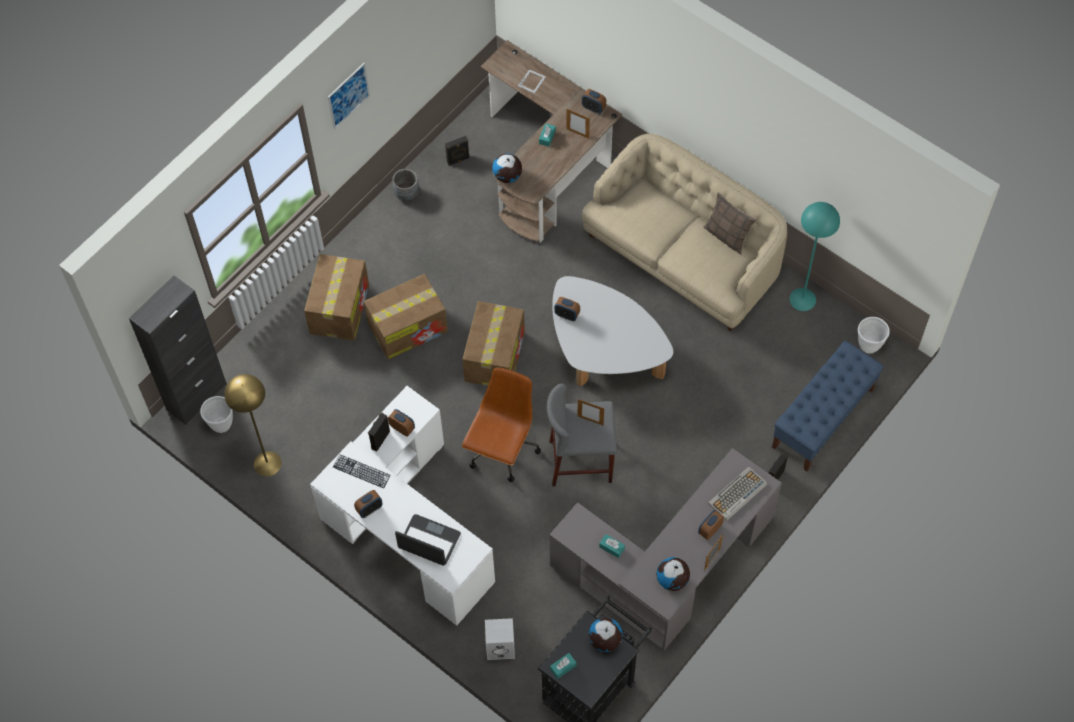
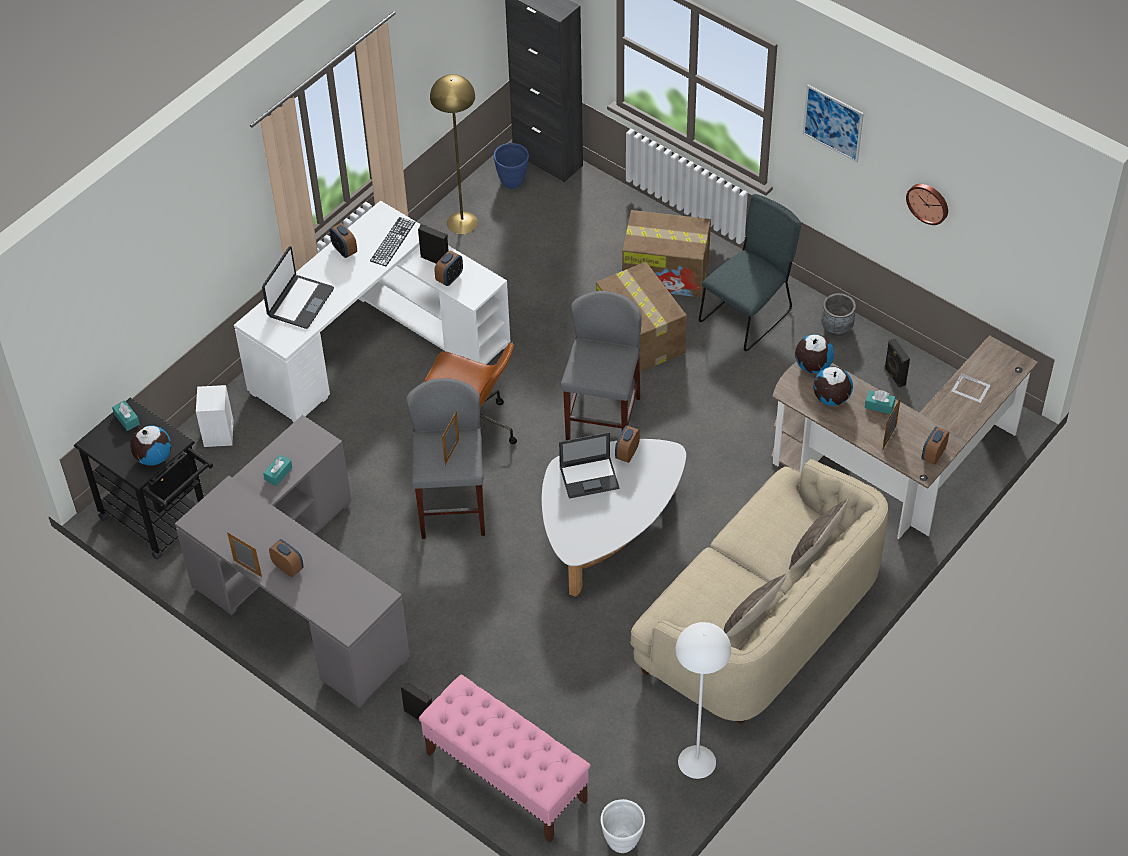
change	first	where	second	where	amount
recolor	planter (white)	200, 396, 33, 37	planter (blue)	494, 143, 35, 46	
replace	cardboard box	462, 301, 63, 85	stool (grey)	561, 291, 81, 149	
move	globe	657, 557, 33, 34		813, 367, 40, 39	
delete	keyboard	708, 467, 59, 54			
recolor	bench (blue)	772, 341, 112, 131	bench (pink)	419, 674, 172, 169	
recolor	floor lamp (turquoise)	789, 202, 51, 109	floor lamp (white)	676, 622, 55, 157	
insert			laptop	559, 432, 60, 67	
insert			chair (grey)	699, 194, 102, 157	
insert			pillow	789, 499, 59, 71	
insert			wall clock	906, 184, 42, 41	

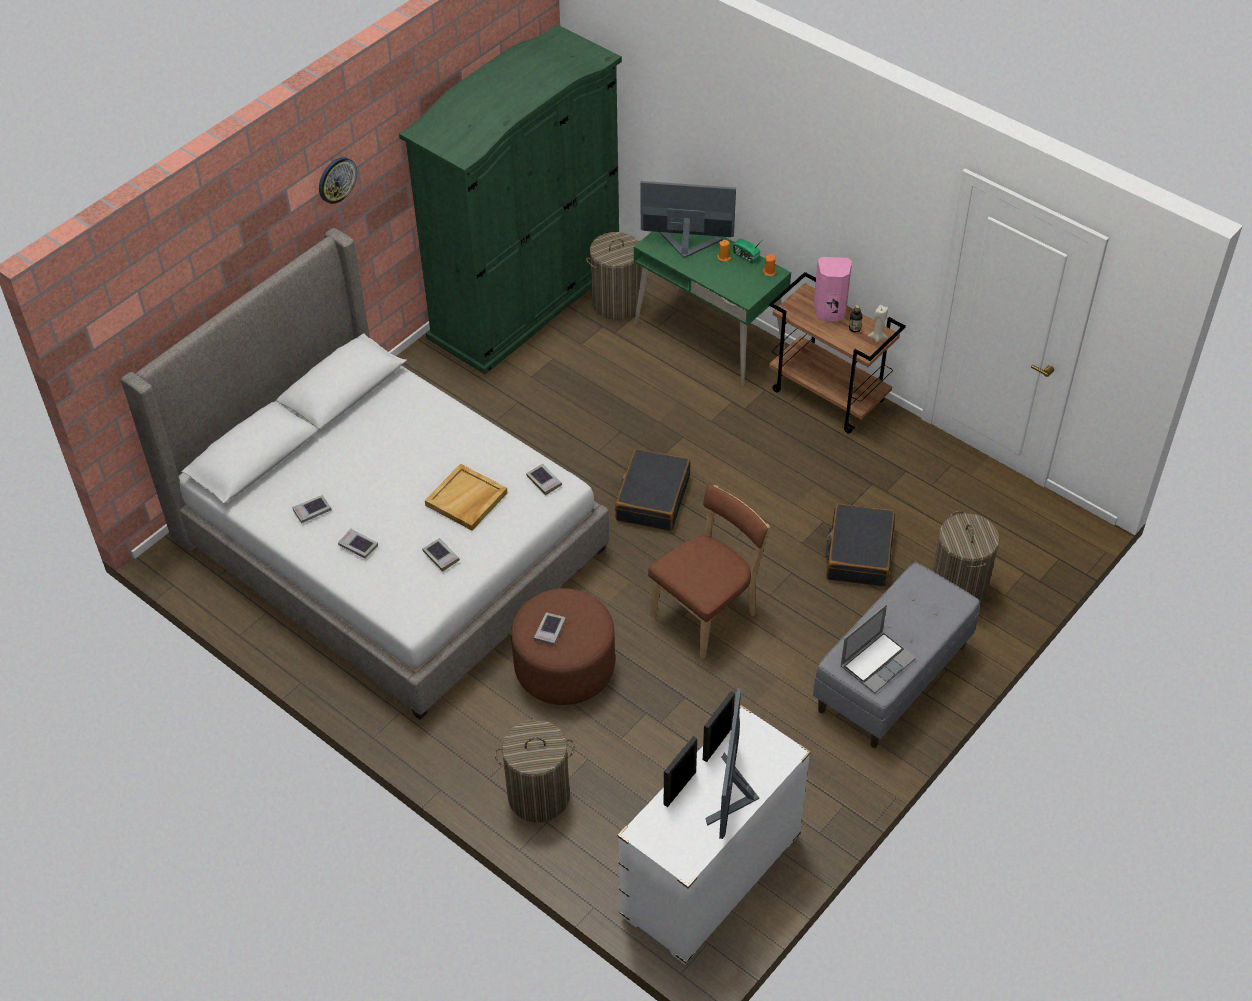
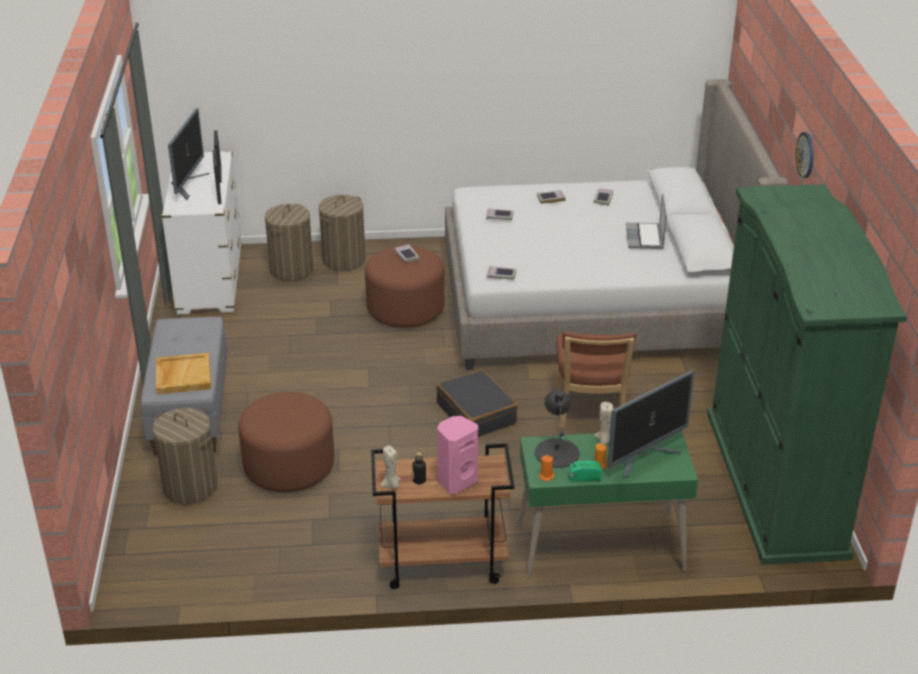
change	first	where	second	where	amount
move	tray (beige)	425, 464, 83, 67		156, 353, 55, 42	
move	laundry basket	586, 232, 55, 88		265, 204, 48, 77	
move	chair (brown)	648, 485, 122, 174		556, 332, 80, 97	
rotate	monitor	705, 688, 54, 151		168, 108, 42, 92	45 degrees clockwise
replace	suitcase (black)	825, 504, 70, 83	ottoman (brown)	238, 392, 96, 100	
move	laptop	840, 604, 76, 90		626, 193, 41, 56	
insert			table lamp (black)	535, 390, 44, 78	
insert			candle (beige)	594, 402, 19, 43	

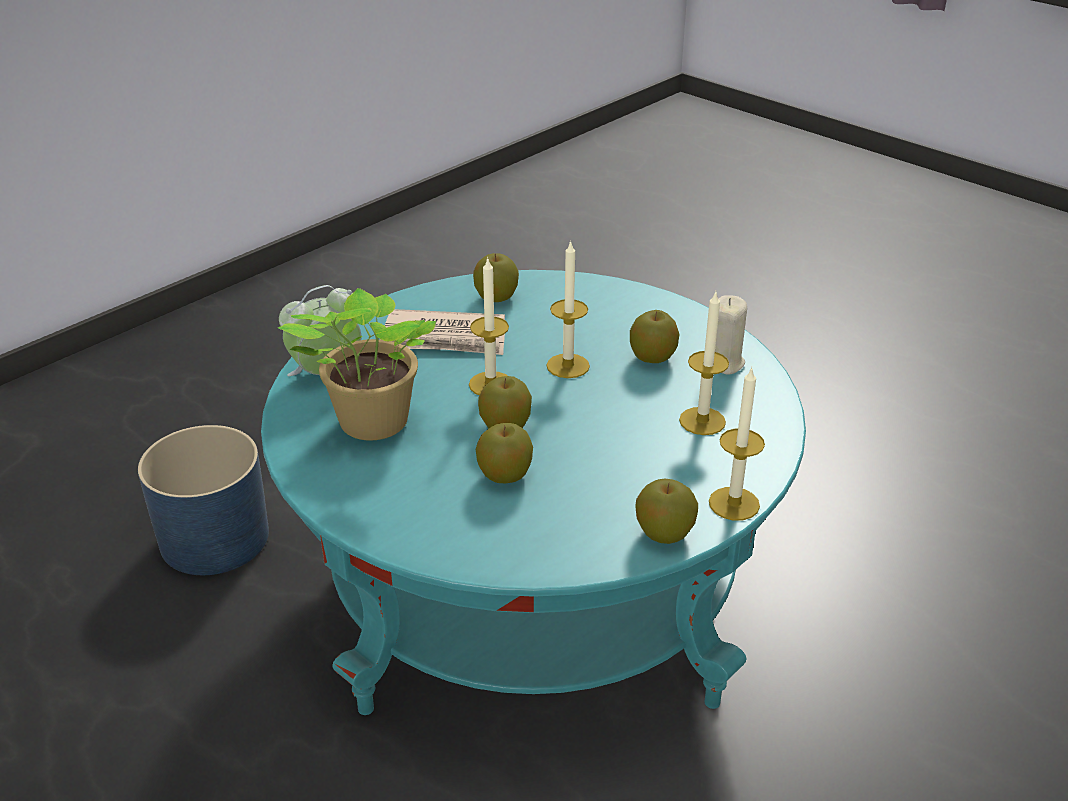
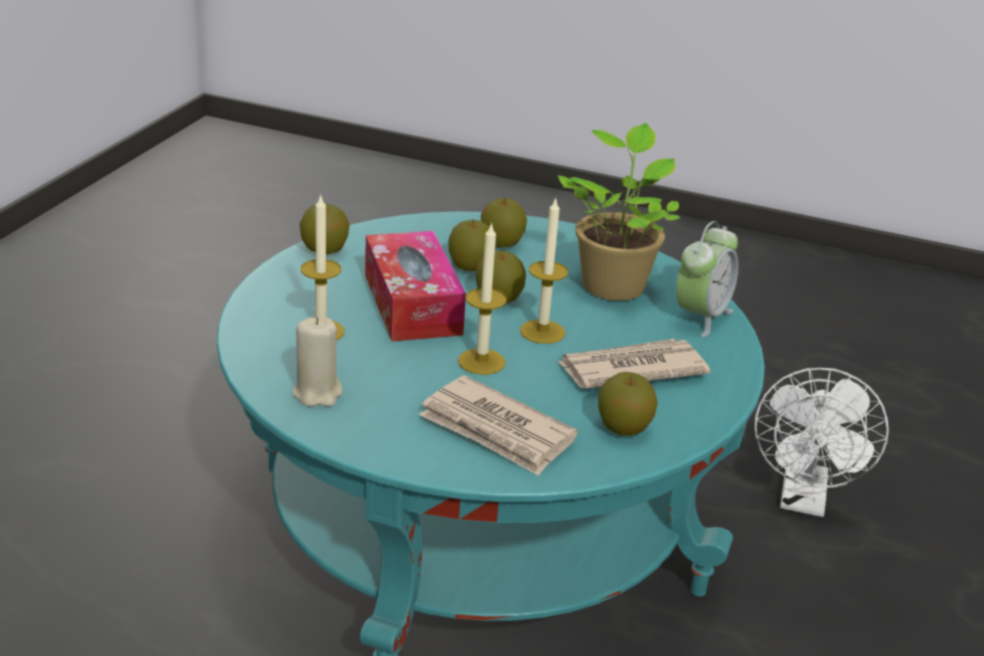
change	first	where	second	where	amount
replace	planter (blue)	138, 425, 131, 150	fan (white)	755, 368, 134, 149	
move	apple	630, 310, 50, 53		481, 198, 46, 50	
delete	candle	709, 367, 56, 153			
insert			tissue box	365, 231, 101, 110	
insert			newspaper	419, 375, 159, 101	

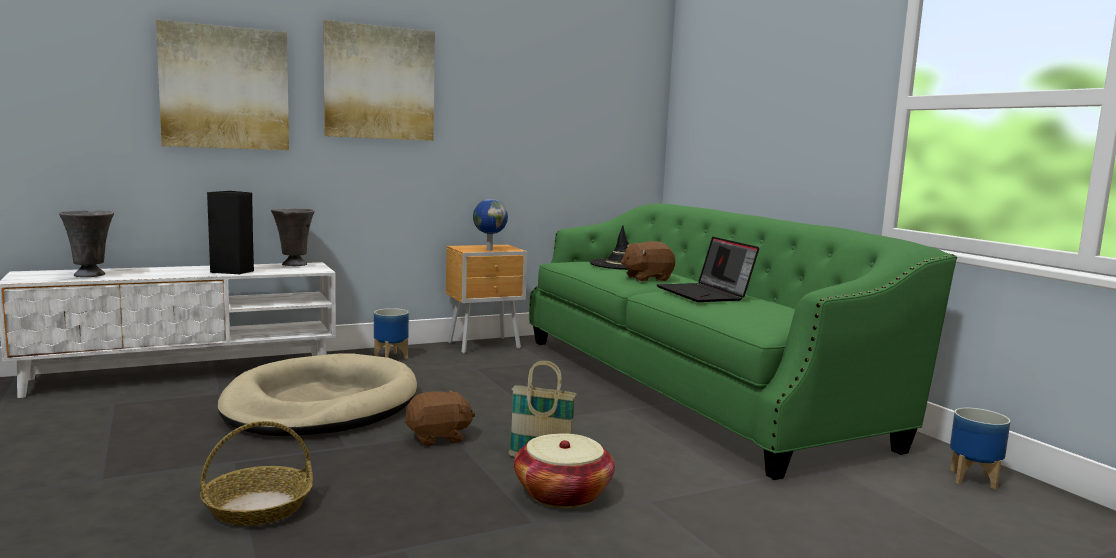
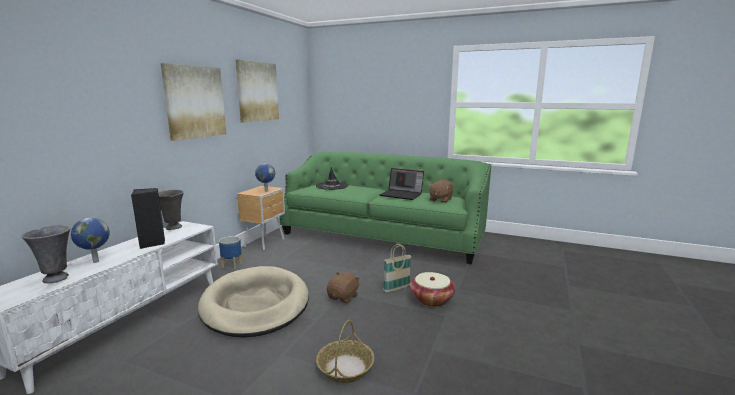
change	first	where	second	where	amount
move	picture	156, 20, 133, 130		236, 59, 43, 63	
move	plush toy (brown)	621, 241, 54, 40		428, 180, 25, 23	
delete	planter	950, 408, 61, 82			
insert			globe	71, 218, 39, 45	

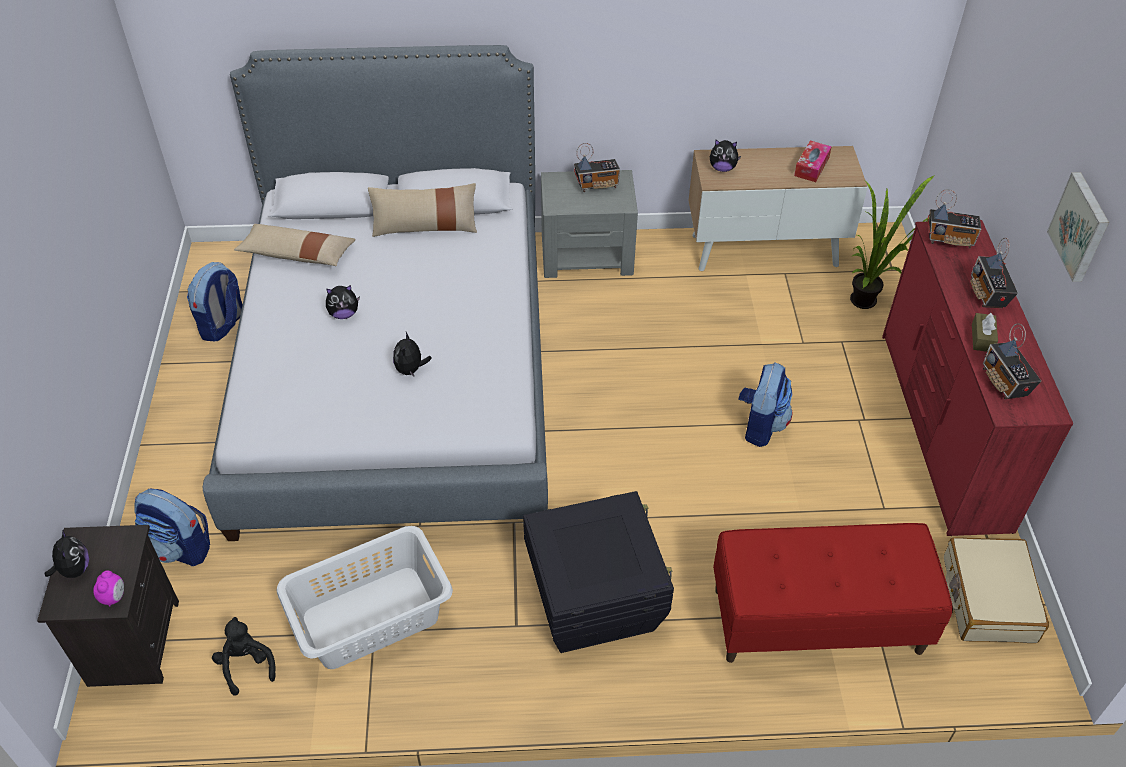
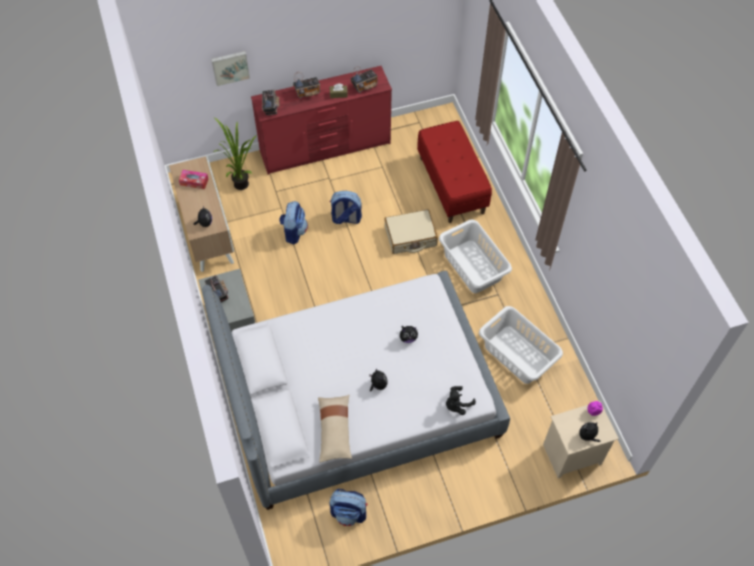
change	first	where	second	where	amount
recolor	nightstand (black)	37, 525, 142, 162	nightstand (beige)	543, 401, 76, 77	
move	backpack	134, 489, 76, 77		279, 201, 29, 43	
move	plush toy (black)	212, 617, 64, 79		446, 386, 30, 29	
delete	pillow (beige)	368, 183, 109, 54			
replace	storage box (black)	523, 491, 151, 162	laundry basket (white)	439, 219, 73, 74	
move	suitcase (beige)	944, 537, 105, 106		384, 209, 54, 45	
move	picture	1047, 172, 62, 110		211, 51, 39, 35	

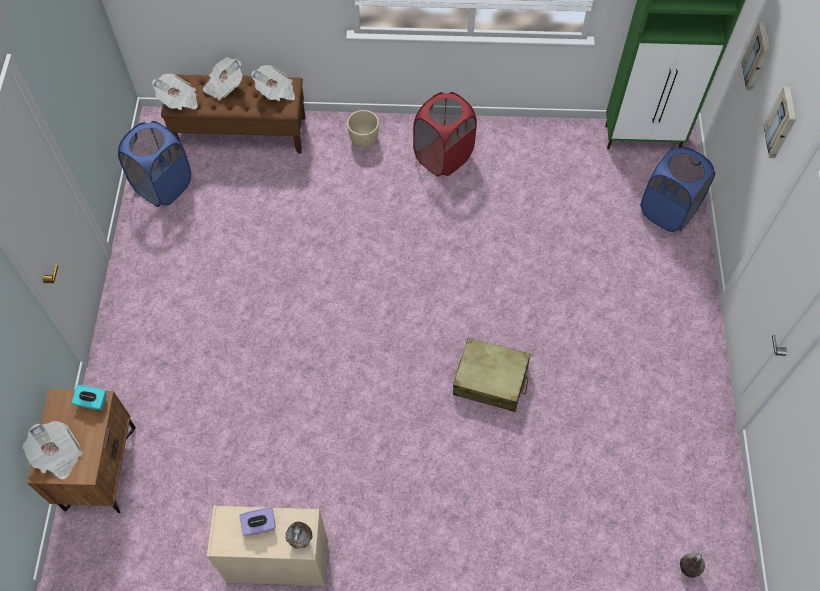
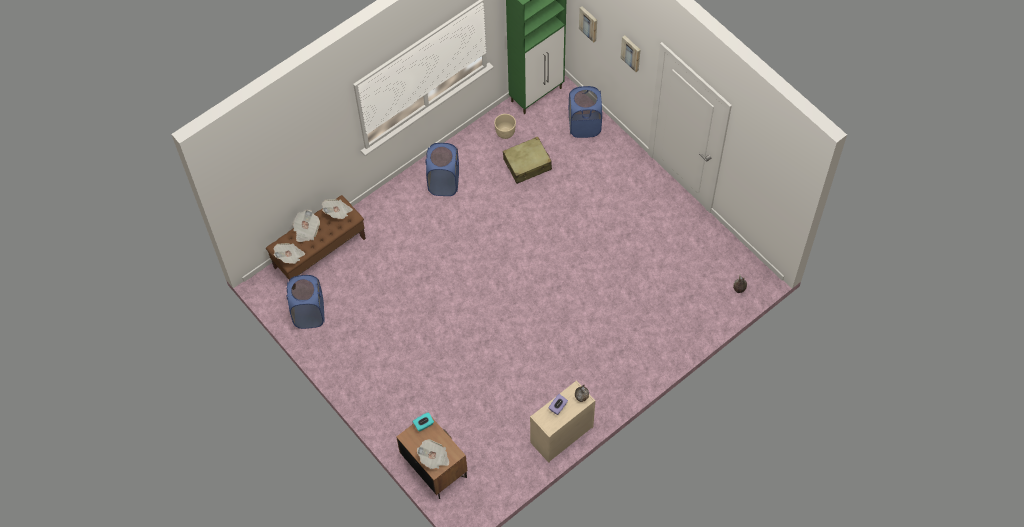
change	first	where	second	where	amount
move	planter (beige)	347, 110, 32, 38		494, 114, 22, 25	
recolor	laundry basket (red)	413, 92, 64, 84	laundry basket (blue)	425, 143, 34, 53	
move	suitcase (beige)	453, 338, 77, 74		503, 137, 49, 47	

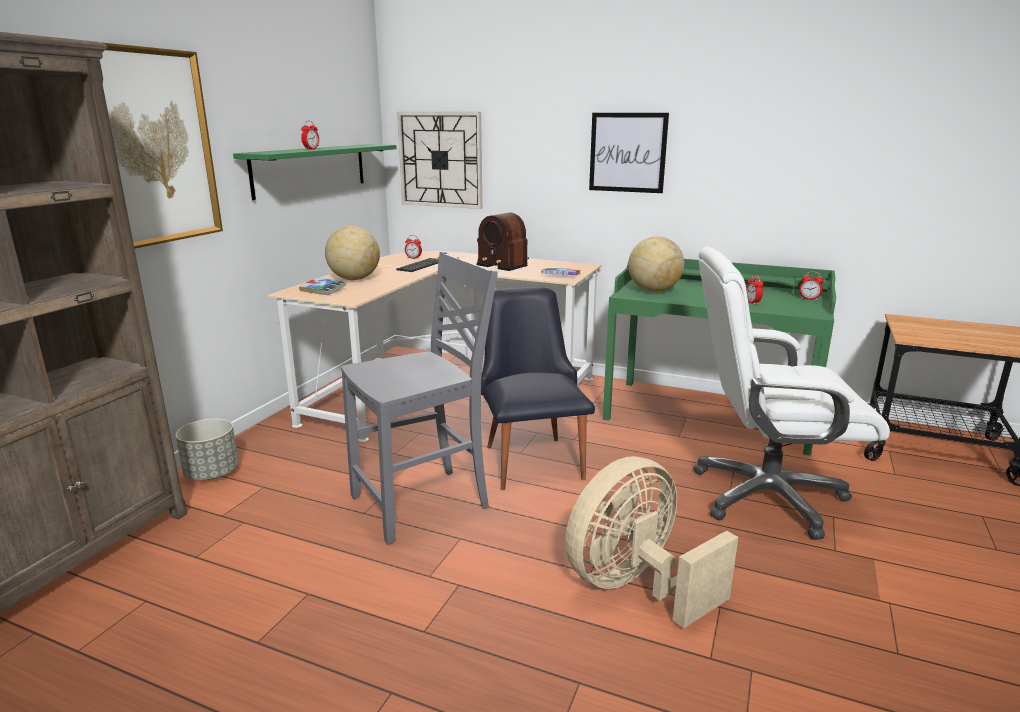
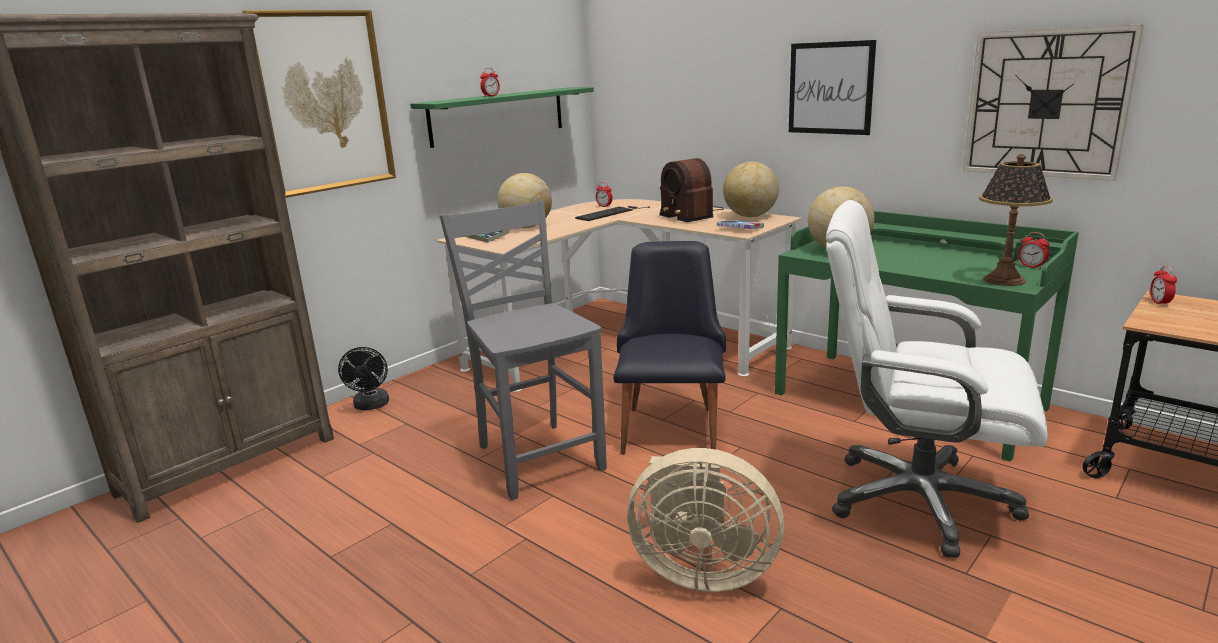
change	first	where	second	where	amount
replace	planter (grey)	175, 418, 64, 62	fan (black)	338, 347, 51, 63	
rotate	chair (grey)	341, 252, 157, 293		440, 200, 167, 300	105 degrees counterclockwise
move	wall clock	397, 112, 85, 97		963, 24, 181, 157	
rotate	fan (beige)	565, 456, 173, 172		627, 448, 157, 144	150 degrees counterclockwise
move	alarm clock	746, 274, 17, 31		1150, 266, 27, 40	
insert			globe	723, 162, 56, 55	
insert			table lamp	979, 154, 74, 132	

